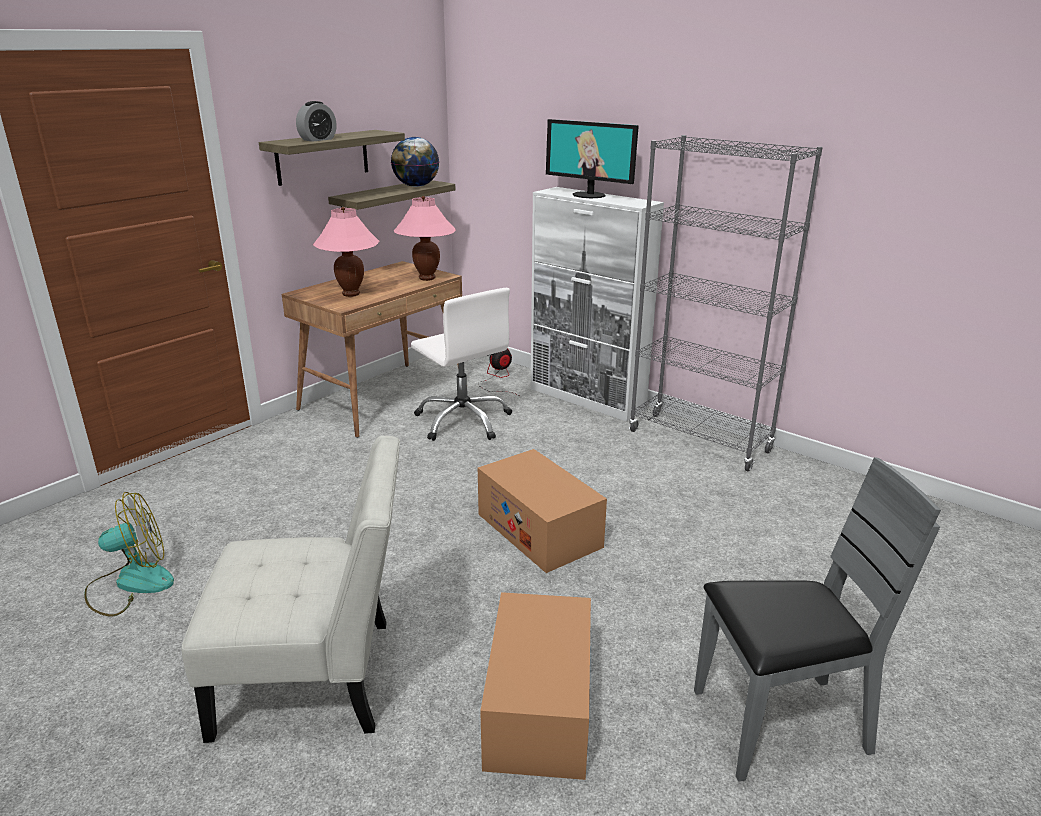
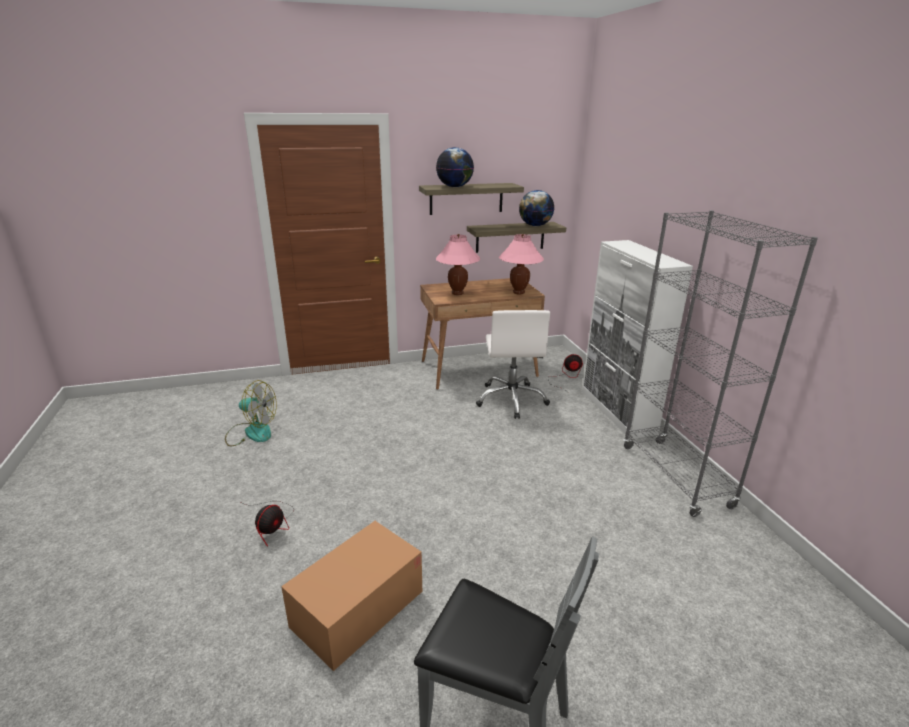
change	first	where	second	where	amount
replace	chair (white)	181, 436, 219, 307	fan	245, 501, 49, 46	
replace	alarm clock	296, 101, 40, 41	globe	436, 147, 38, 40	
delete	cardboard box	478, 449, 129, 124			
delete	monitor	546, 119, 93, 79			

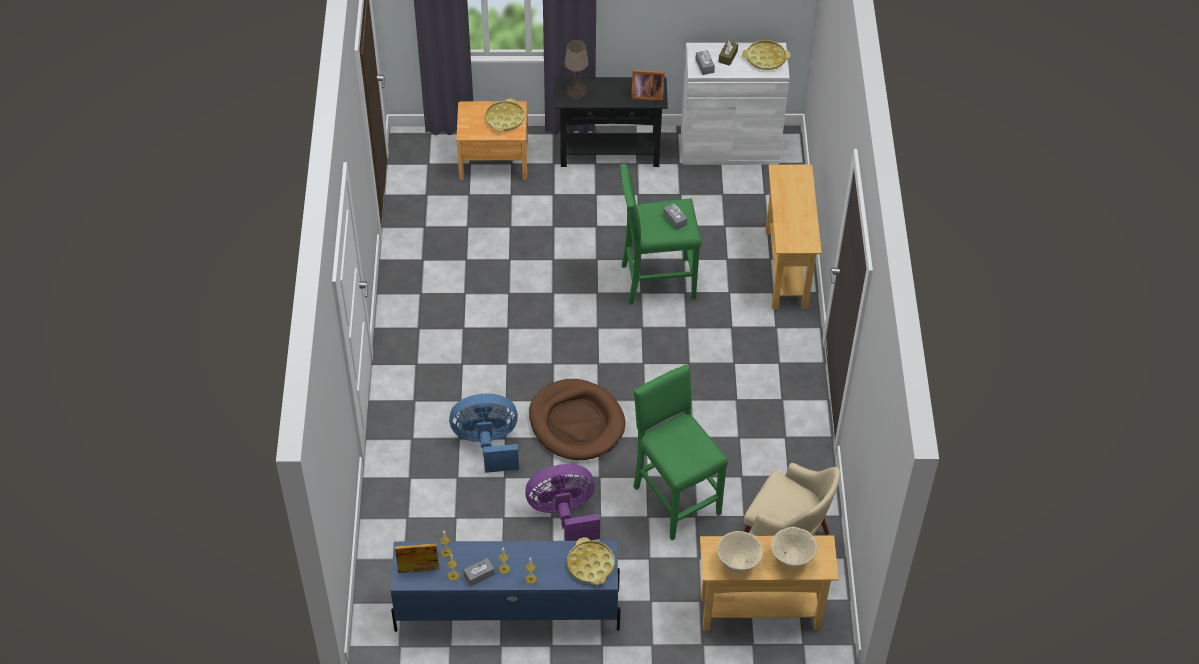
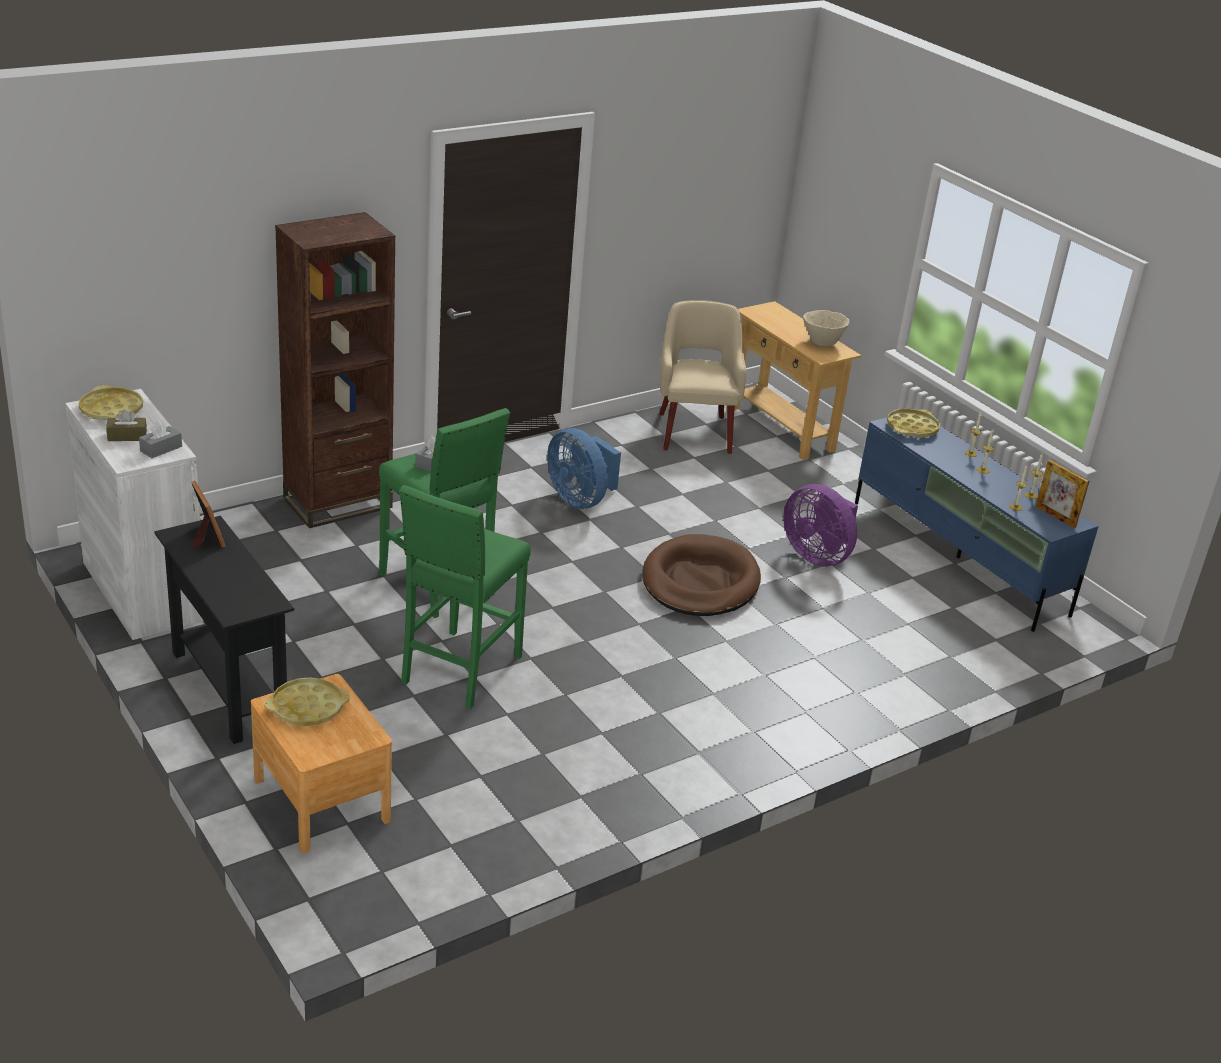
change	first	where	second	where	amount
move	fan (blue)	449, 394, 70, 79		547, 428, 74, 81	
delete	tissue box (grey)	463, 558, 32, 28			
delete	table lamp (beige)	564, 40, 25, 59			
move	stool (green)	633, 364, 95, 176		399, 485, 132, 224	
replace	console table (beige)	765, 164, 57, 145	bookcase (brown)	275, 212, 120, 316	
delete	bowl (beige)	771, 527, 46, 41			

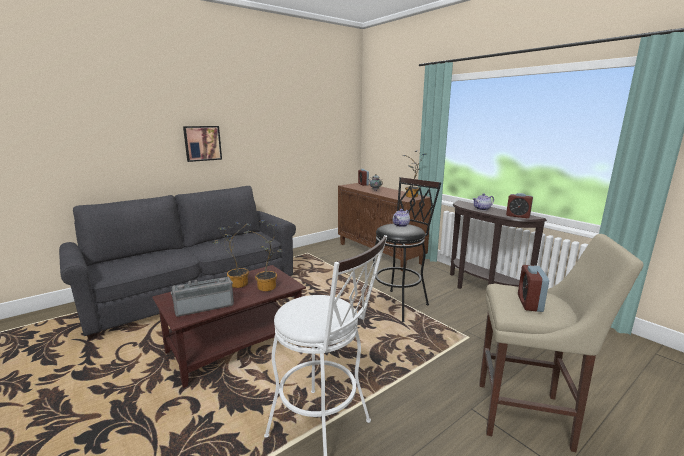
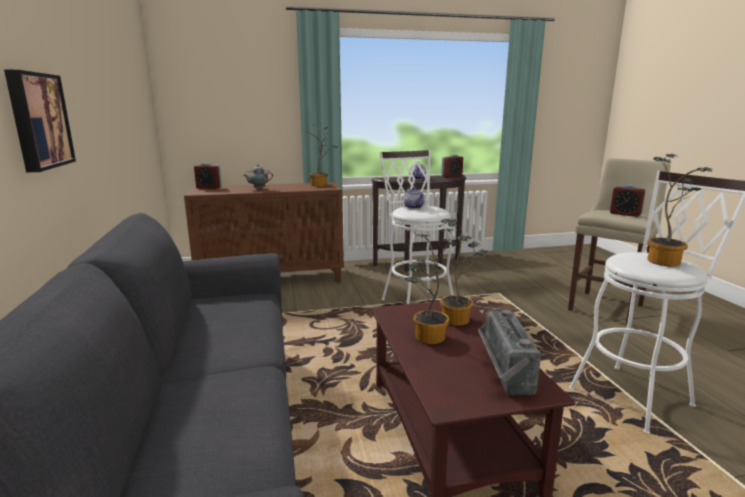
change	first	where	second	where	amount
recolor	stool (black)	373, 177, 68, 145	stool (white)	379, 150, 75, 154	
insert			potted plant	647, 154, 67, 113	

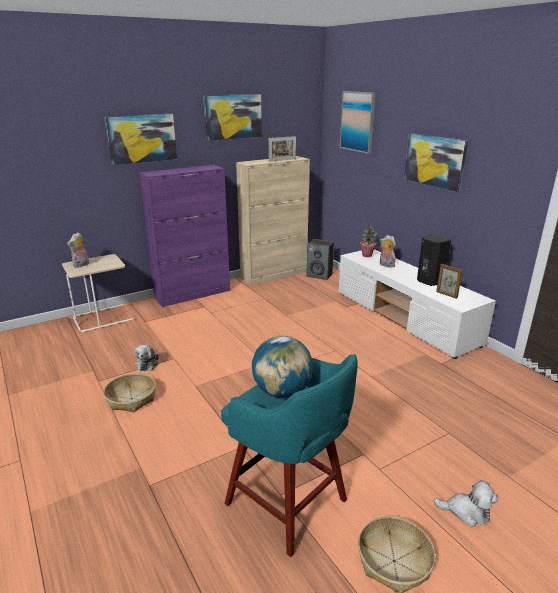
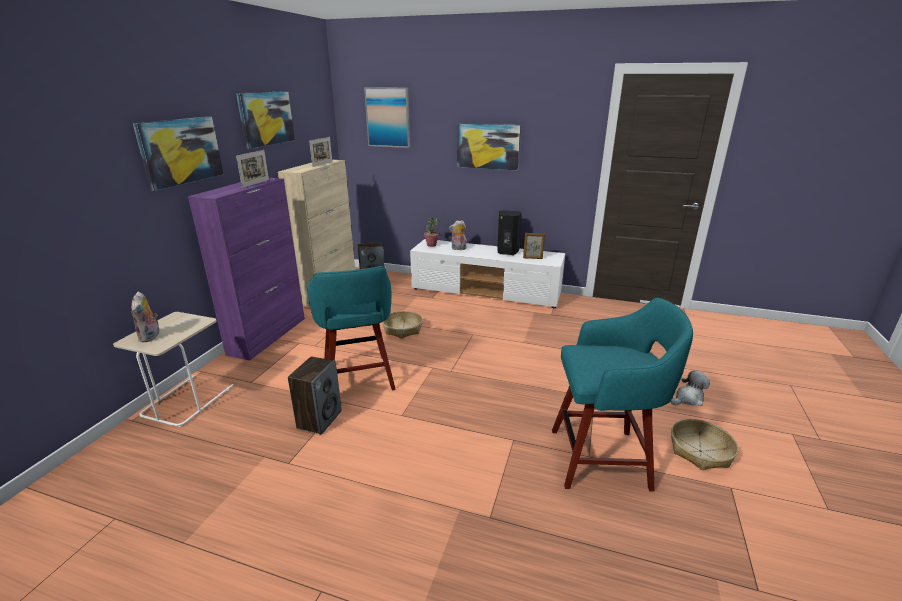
change	first	where	second	where	amount
move	basket	104, 373, 52, 39		382, 311, 41, 28	
replace	plush toy	134, 345, 25, 26	speaker	288, 356, 54, 79	
delete	globe	252, 336, 61, 62			
insert			picture frame	236, 150, 33, 38	
insert			stool (turquoise)	308, 266, 88, 125	

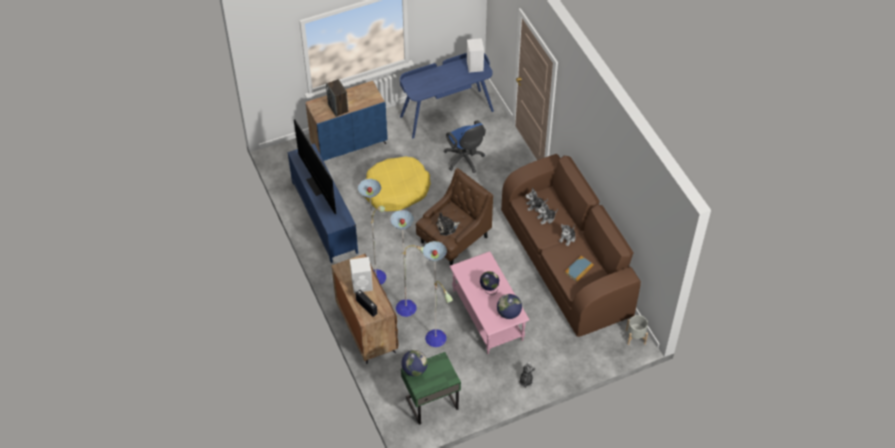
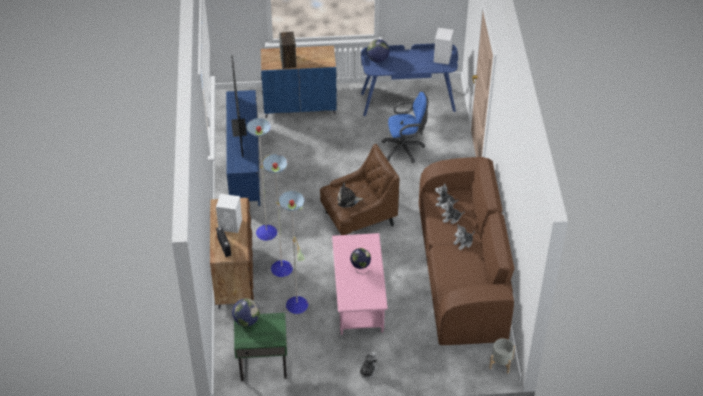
change	first	where	second	where	amount
delete	dog bed (yellow)	365, 157, 66, 54			
rotate	office chair (blue)	443, 120, 43, 53		382, 92, 46, 71	90 degrees counterclockwise
move	globe	497, 294, 25, 25		367, 39, 23, 23	
delete	book	565, 256, 29, 26			

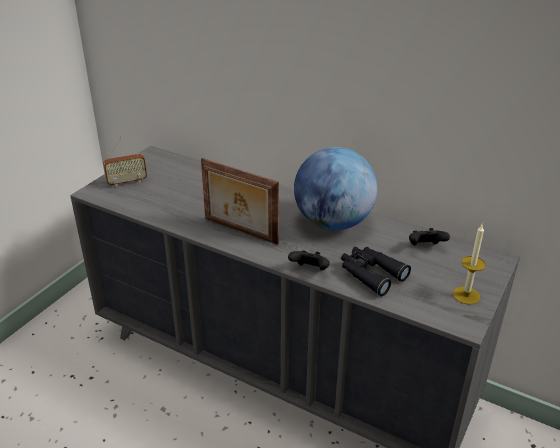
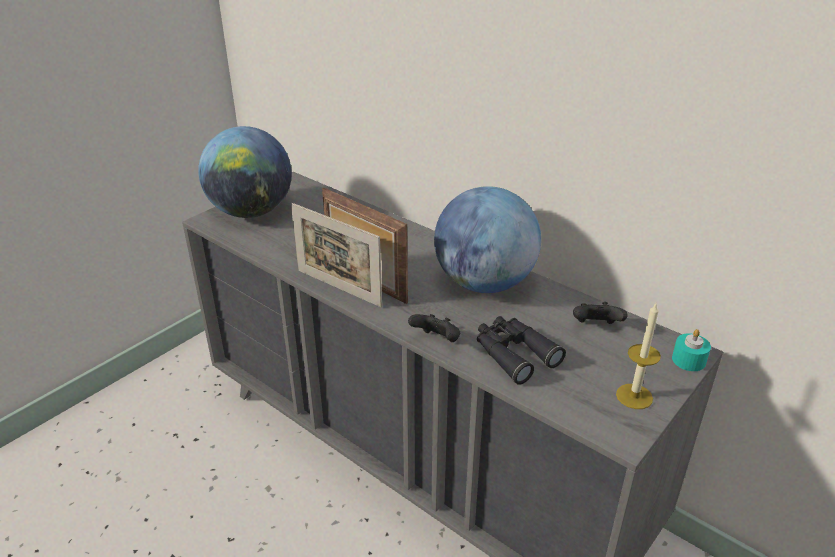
change	first	where	second	where	amount
replace	radio	103, 137, 44, 50	globe	198, 126, 94, 92	
insert			picture frame	291, 203, 91, 104	
insert			candle (turquoise)	672, 329, 39, 42	

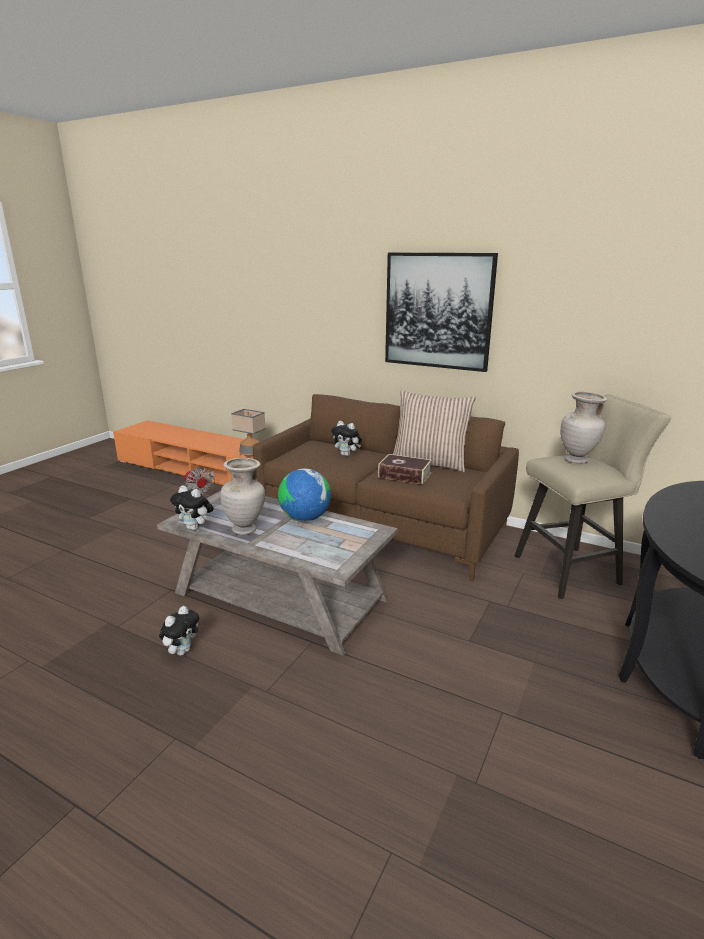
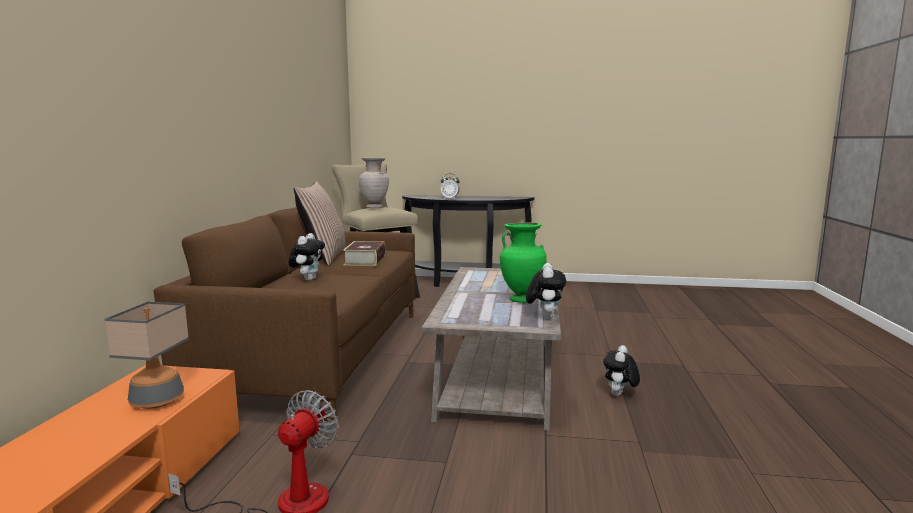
change	first	where	second	where	amount
rotate	plush toy	159, 606, 40, 50		603, 345, 37, 51	75 degrees counterclockwise
recolor	vase (beige)	220, 458, 45, 77	vase (green)	500, 222, 47, 81	
delete	globe	278, 469, 53, 53			
delete	picture	385, 253, 113, 119			
insert			alarm clock	441, 173, 19, 26	

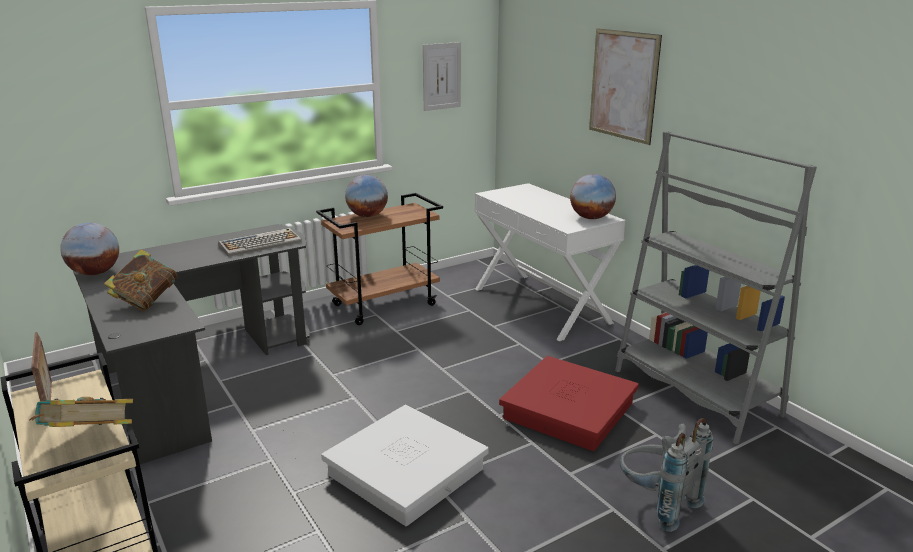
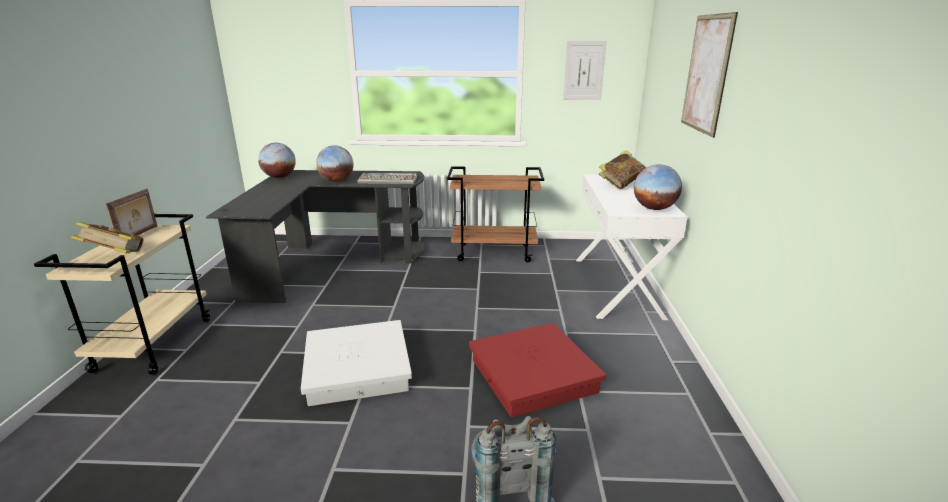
change	first	where	second	where	amount
move	book	104, 249, 73, 62		599, 150, 47, 39	
move	globe	345, 175, 43, 42		316, 145, 37, 37	
delete	bookcase (grey)	615, 131, 202, 313			

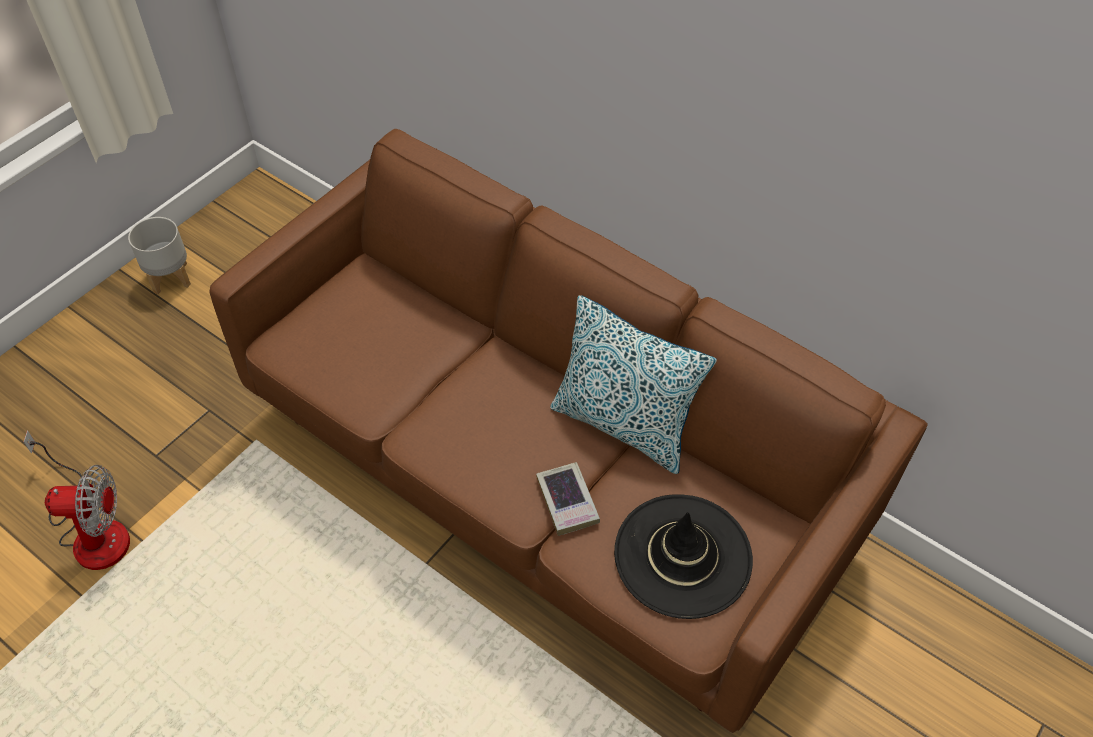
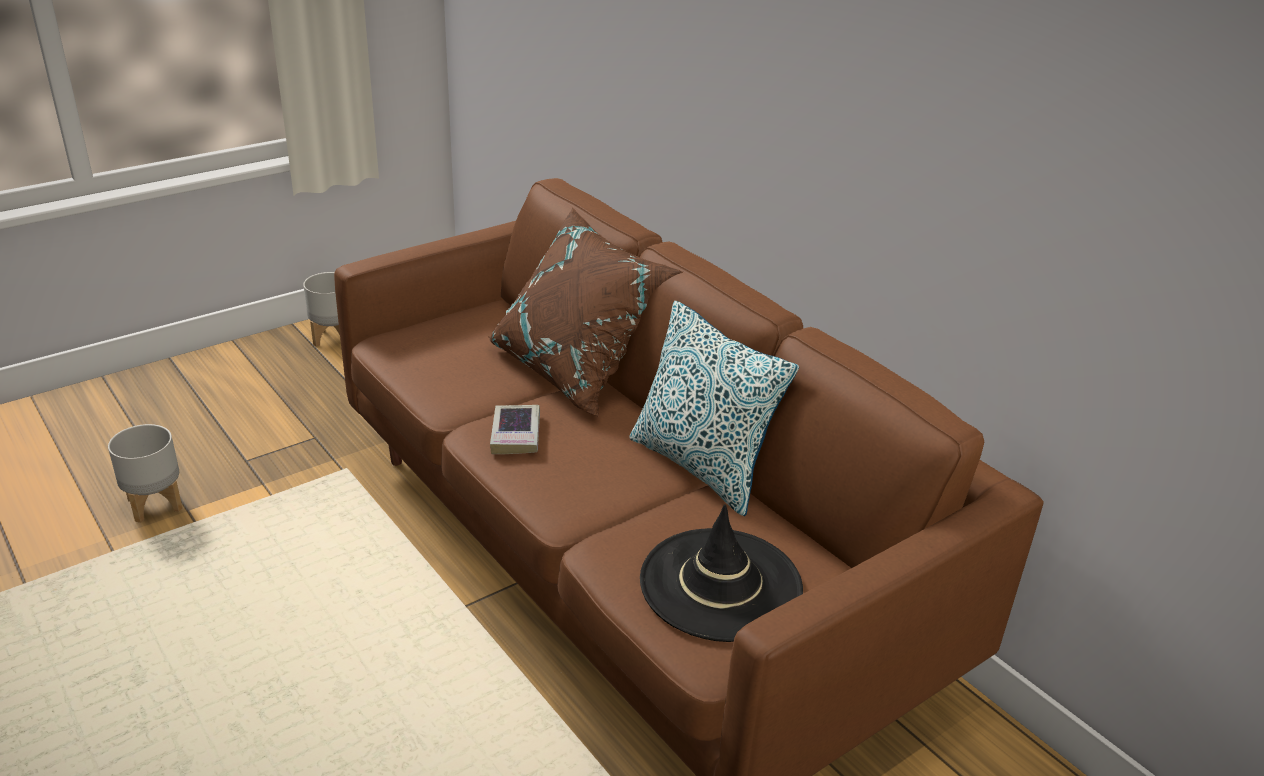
change	first	where	second	where	amount
replace	fan	24, 430, 106, 140	planter (grey)	108, 424, 75, 99	
move	book	536, 462, 64, 74		490, 405, 50, 49	
insert			pillow (brown)	488, 207, 195, 211	

